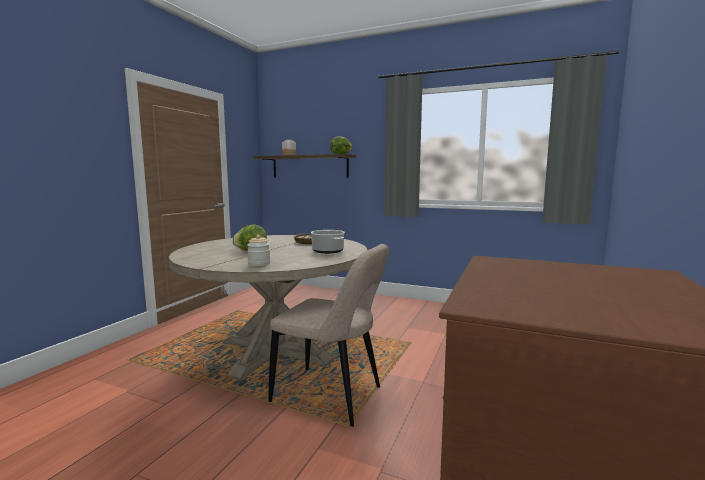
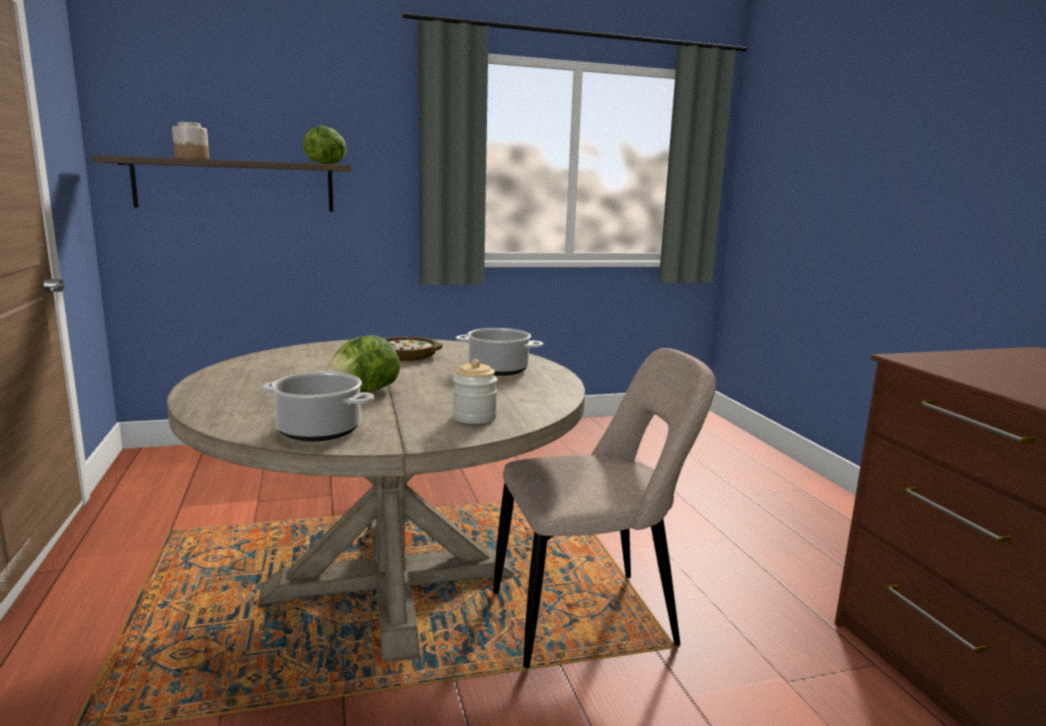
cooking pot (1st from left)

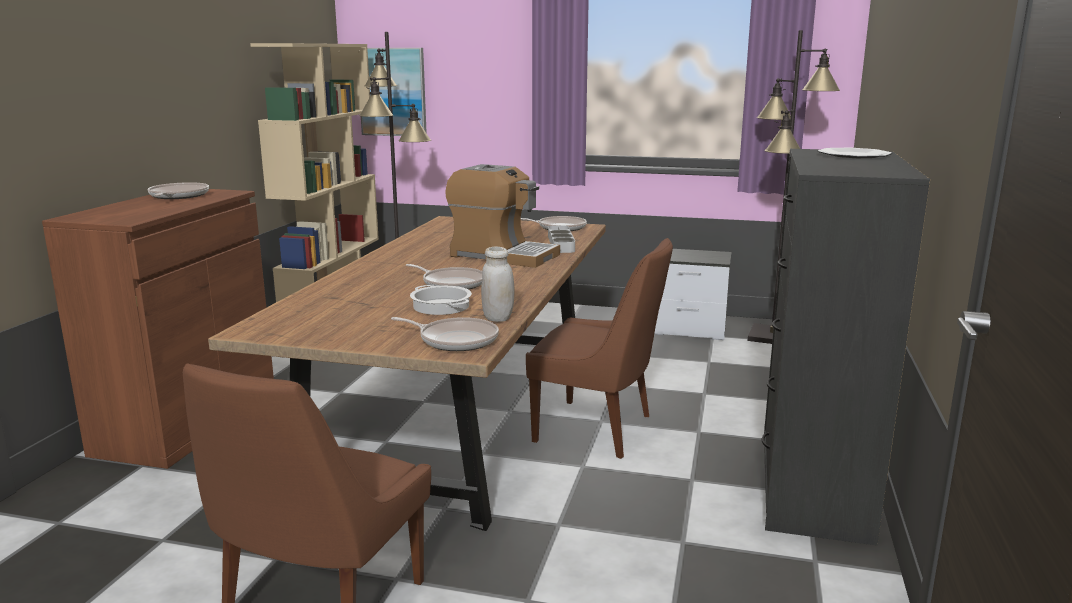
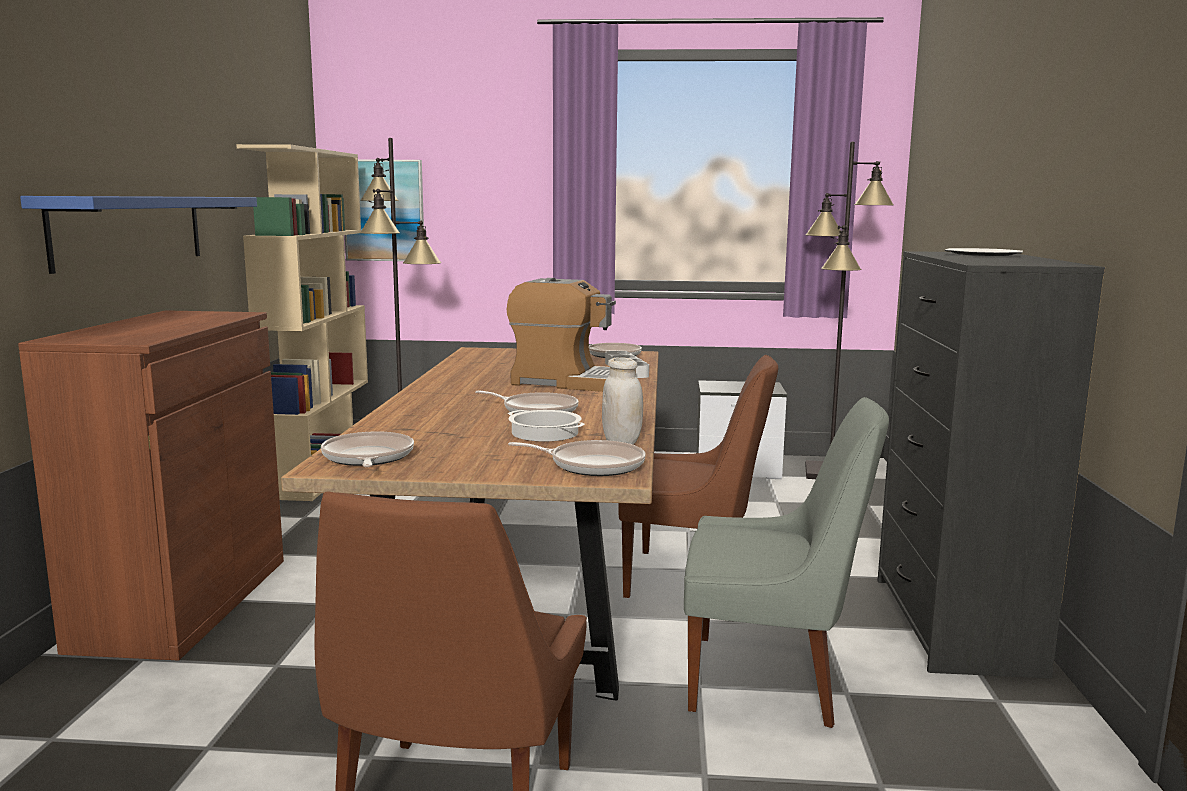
blue shelf
grey chair
frying pan (1st from left)

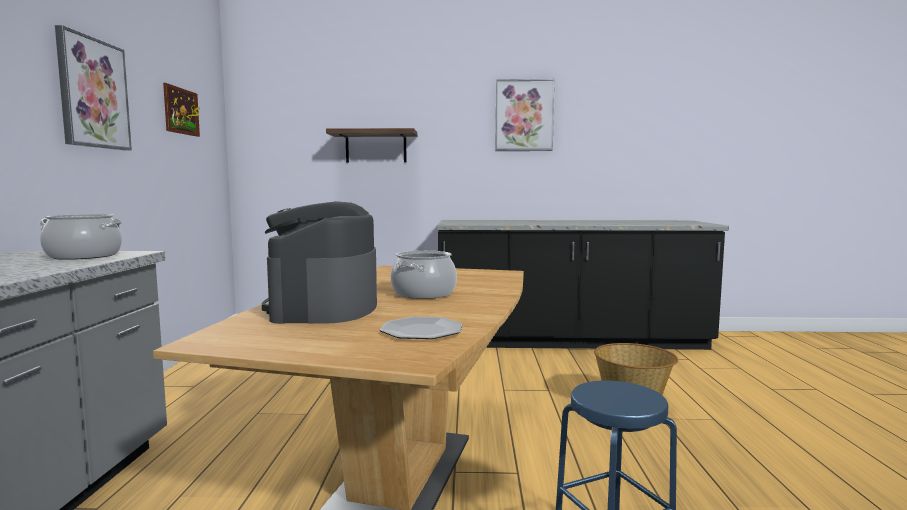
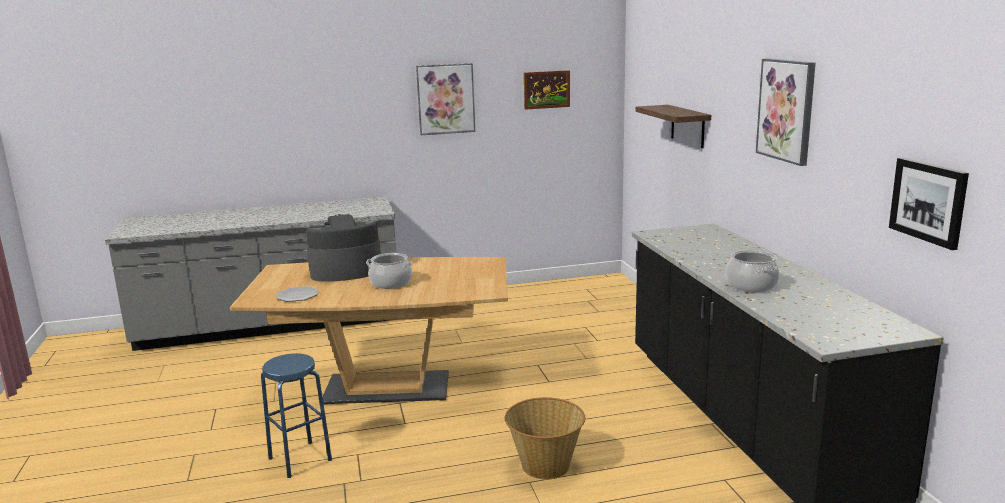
picture (4th from left)
cooking pot (2nd from left)

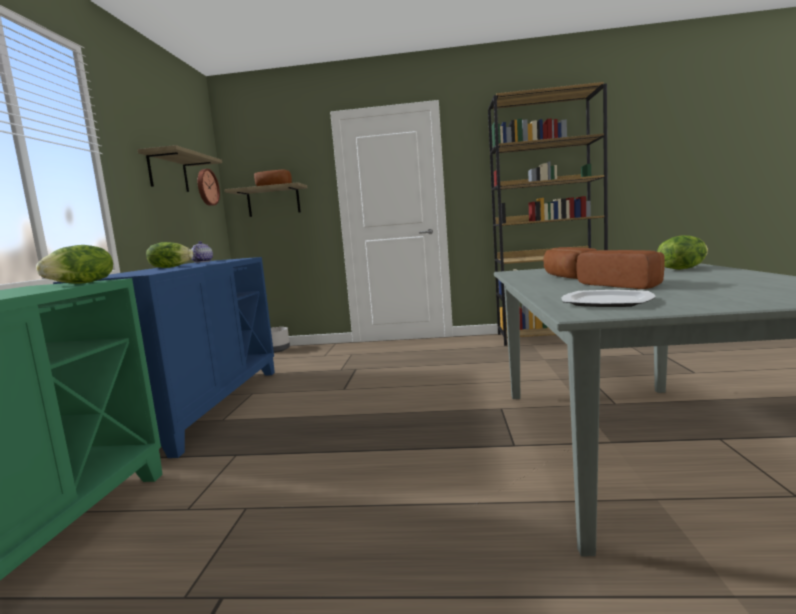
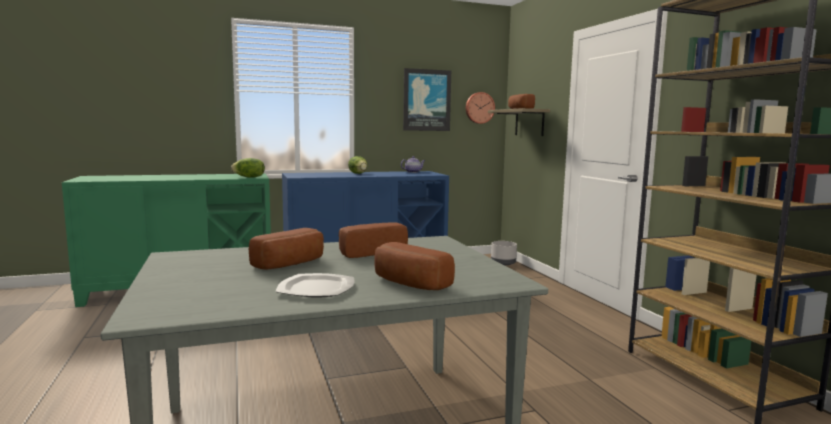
plate
picture
bread (3rd from left)

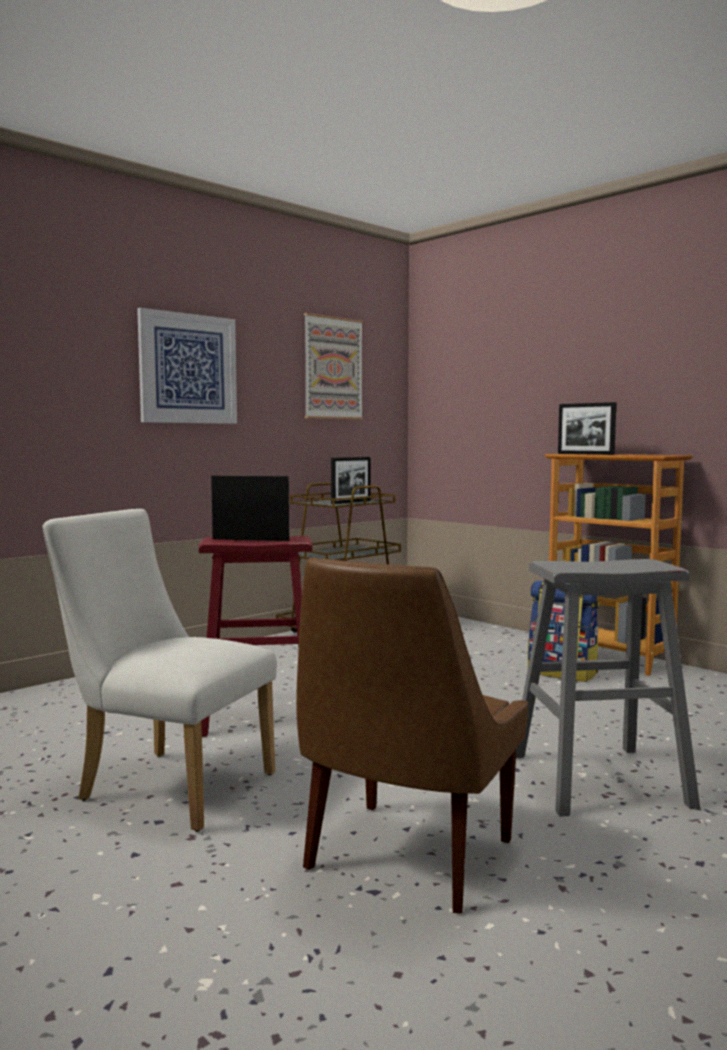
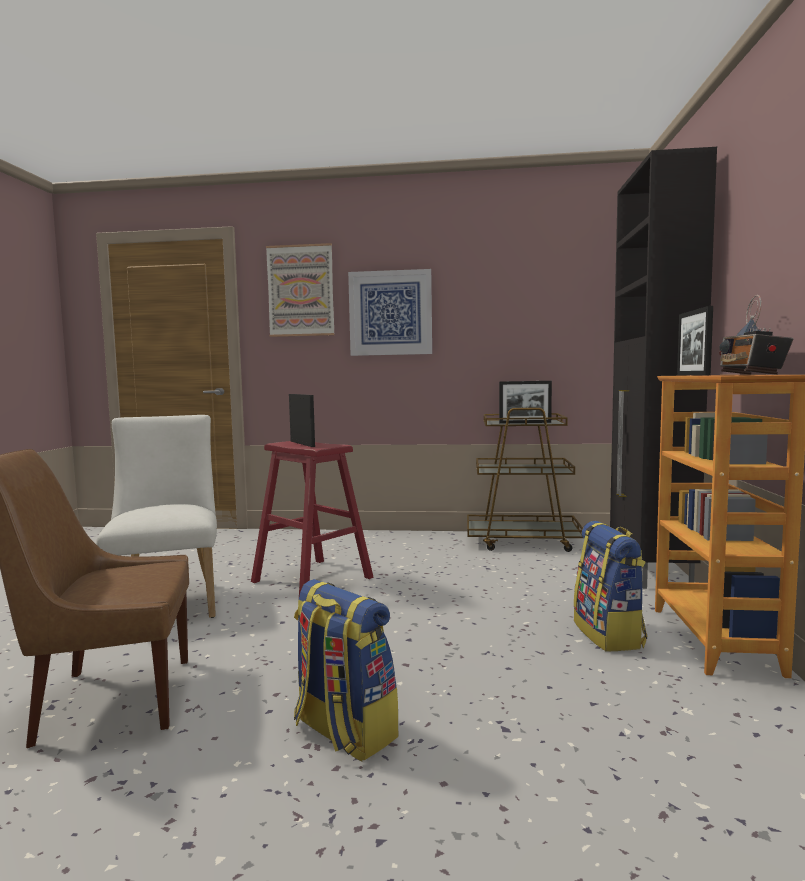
black cabinet
radio
picture (1st from left)
backpack (1st from left)

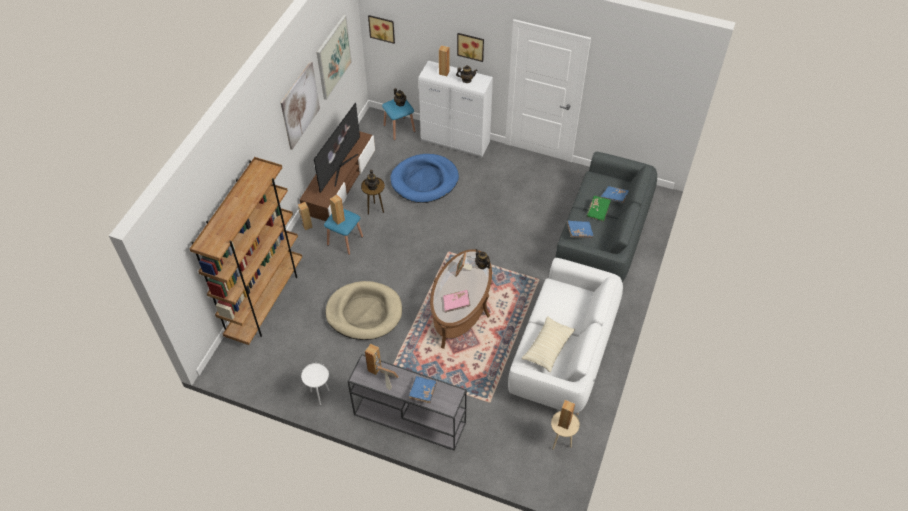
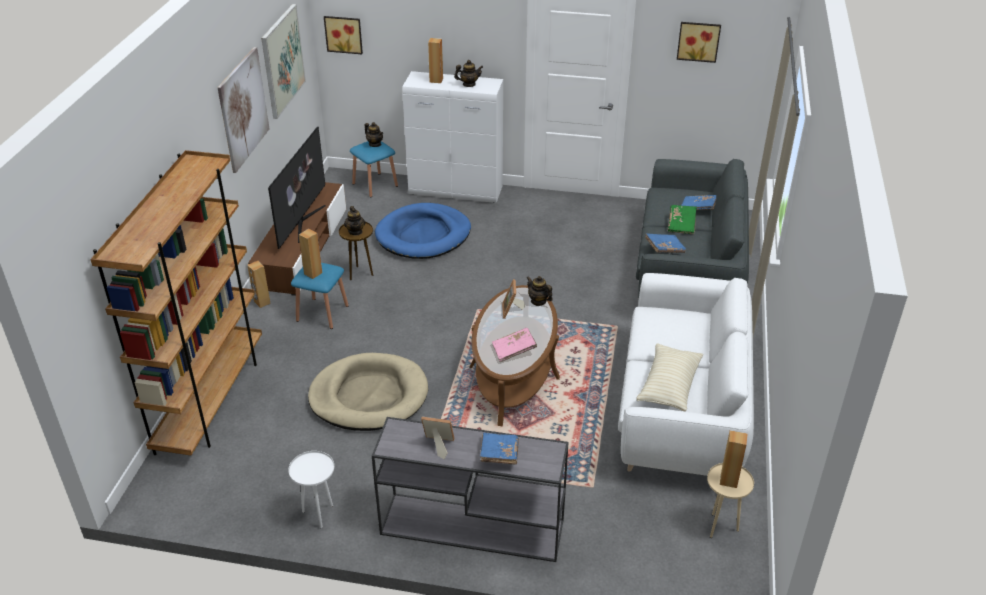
brown speaker (3rd from left in the first image)
picture (4th from left)

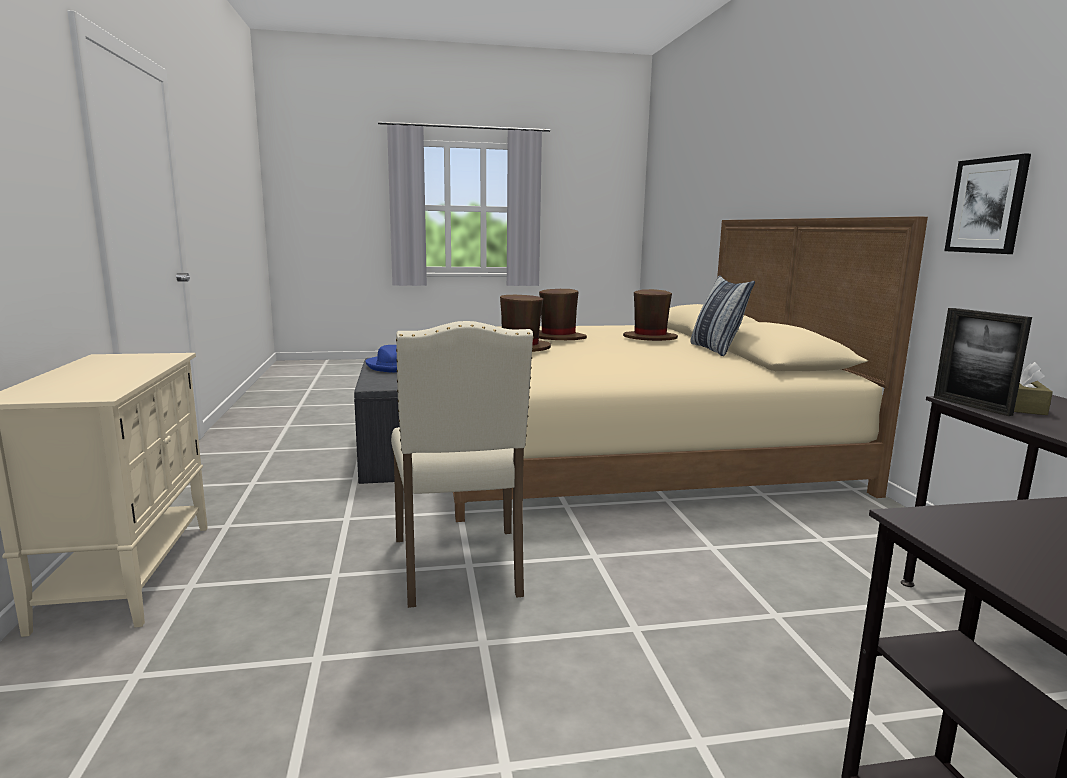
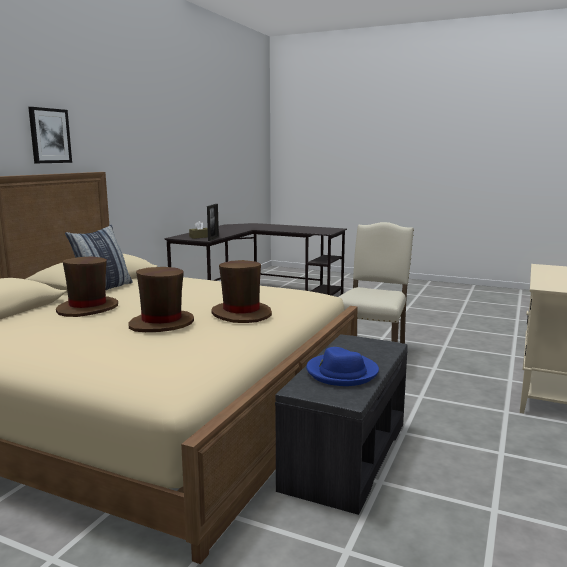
picture

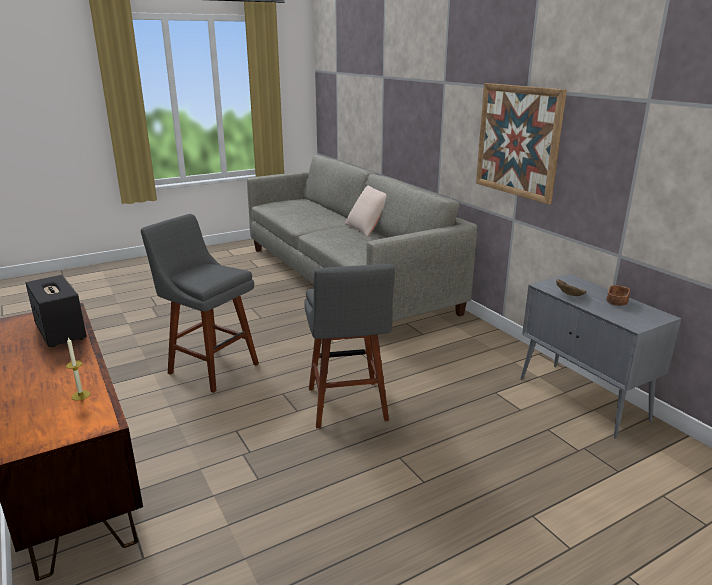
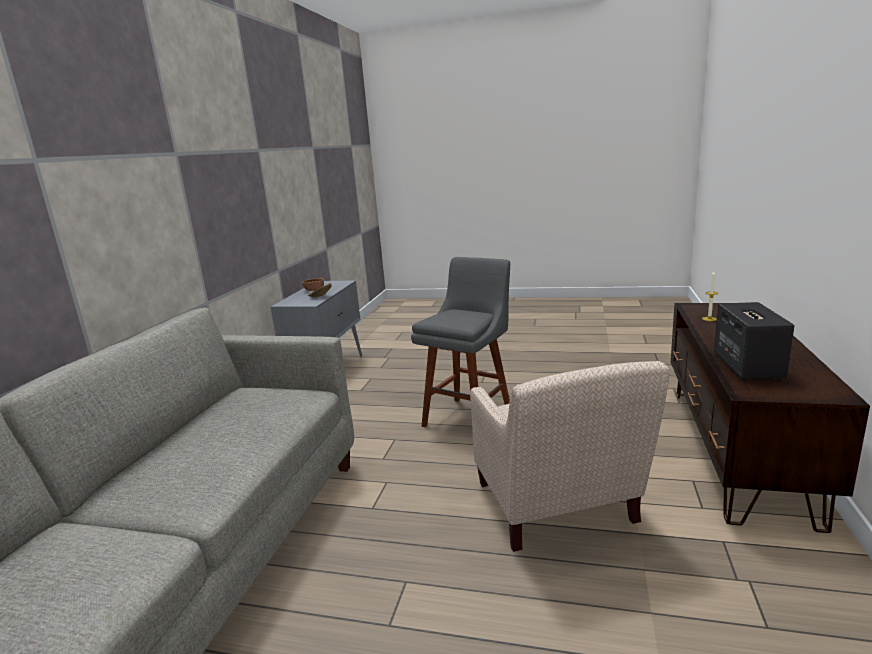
beige pillow
picture
beige armchair

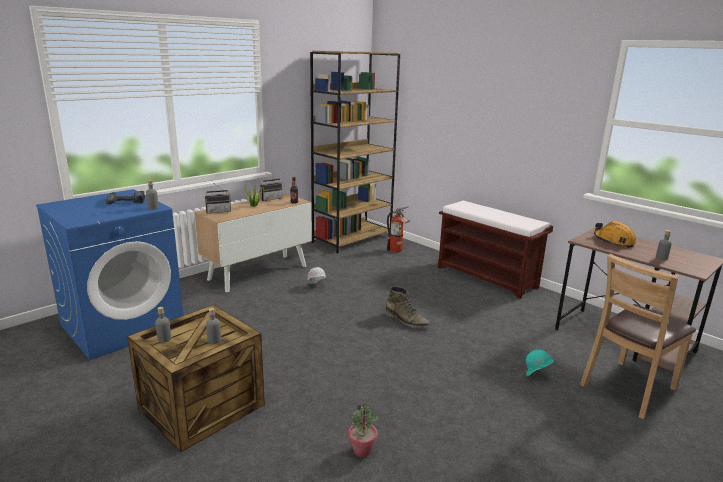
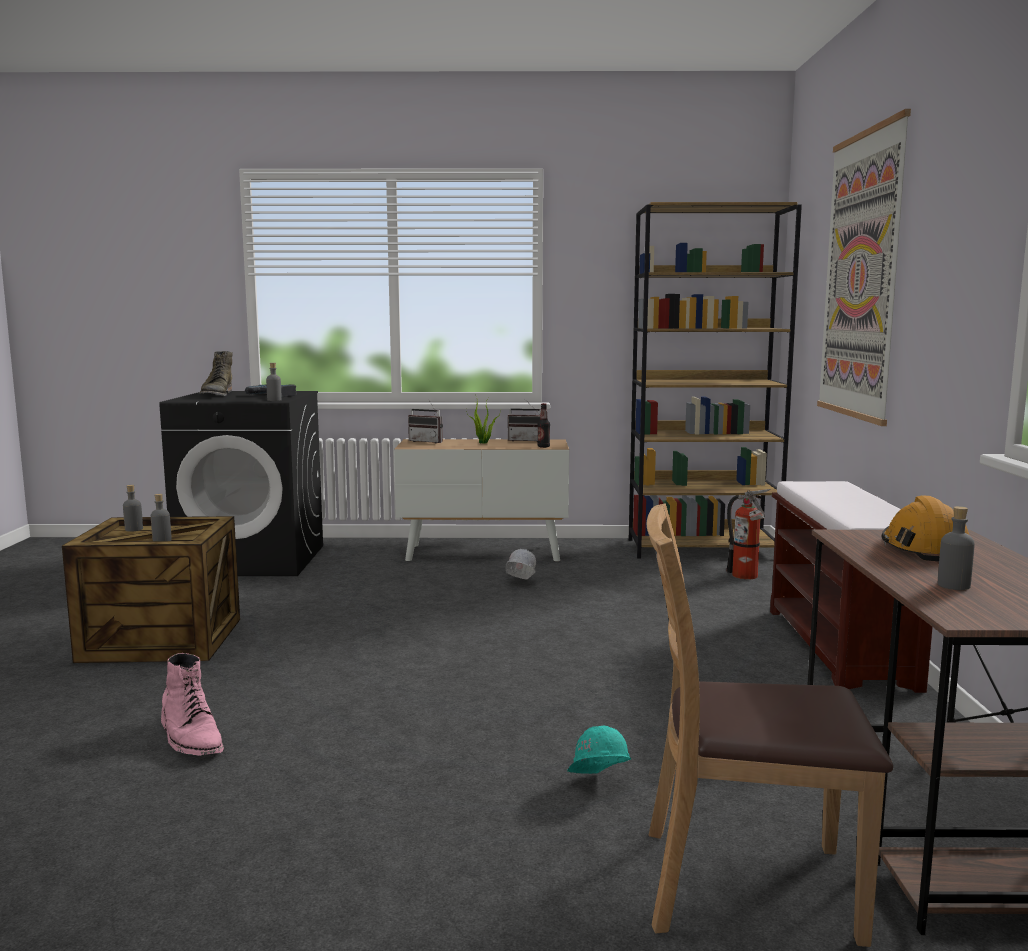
picture
green boot
pink boot
black washing machine

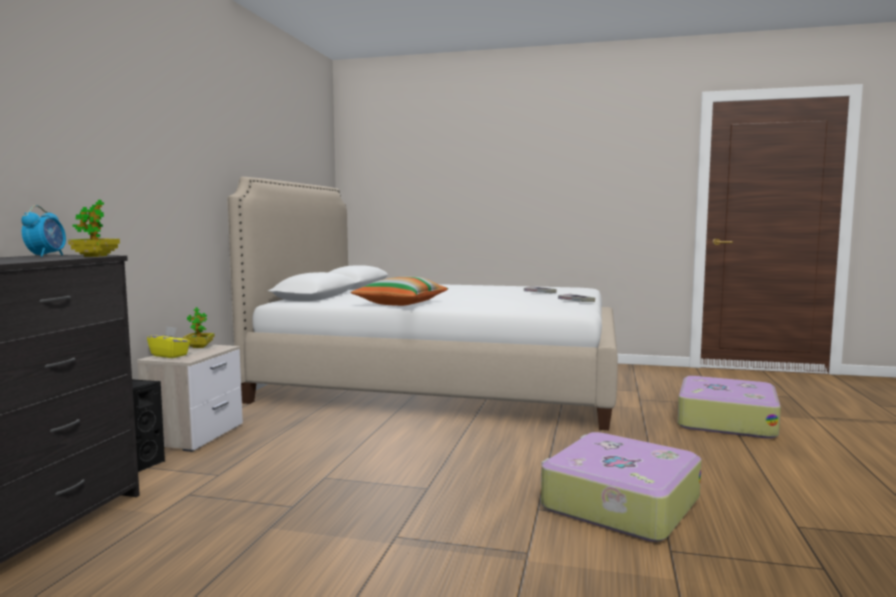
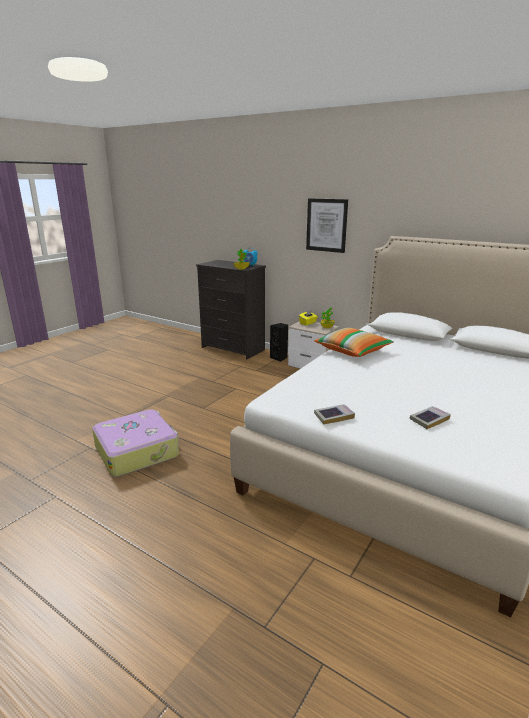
suitcase (2nd from left in the first image)
picture

